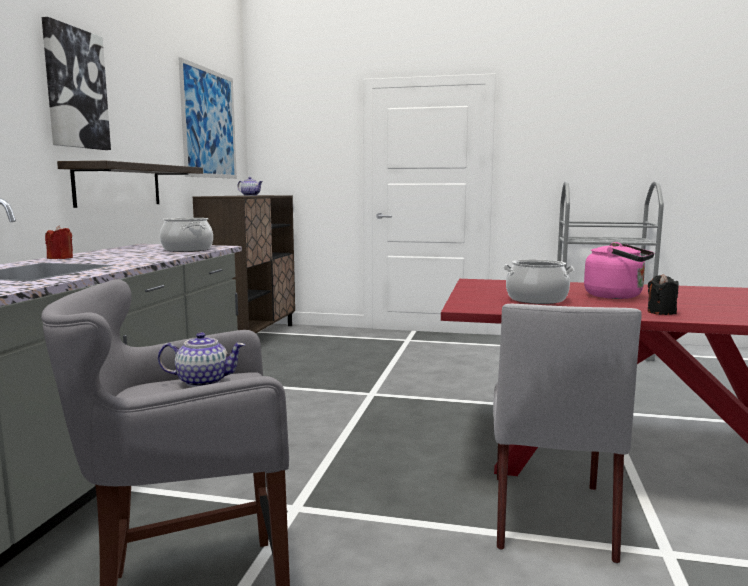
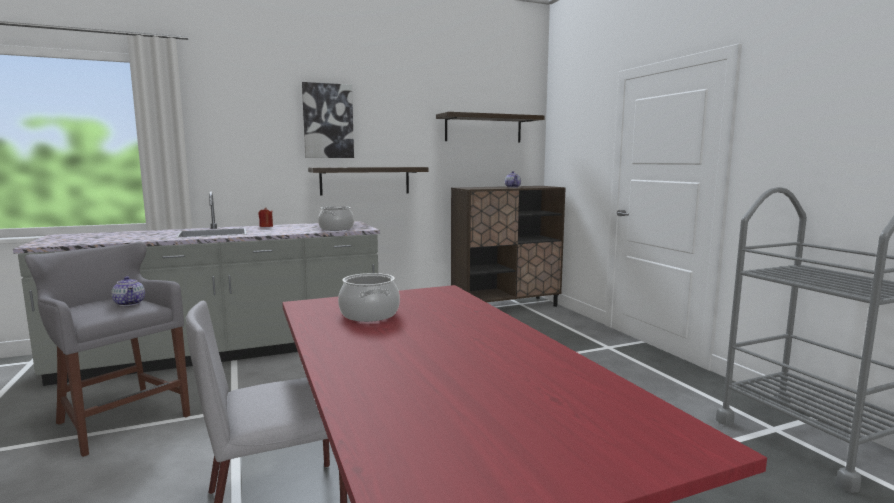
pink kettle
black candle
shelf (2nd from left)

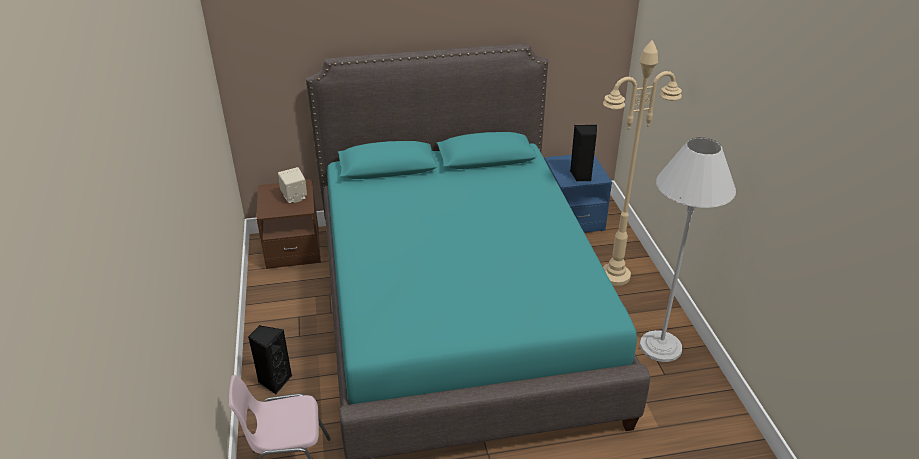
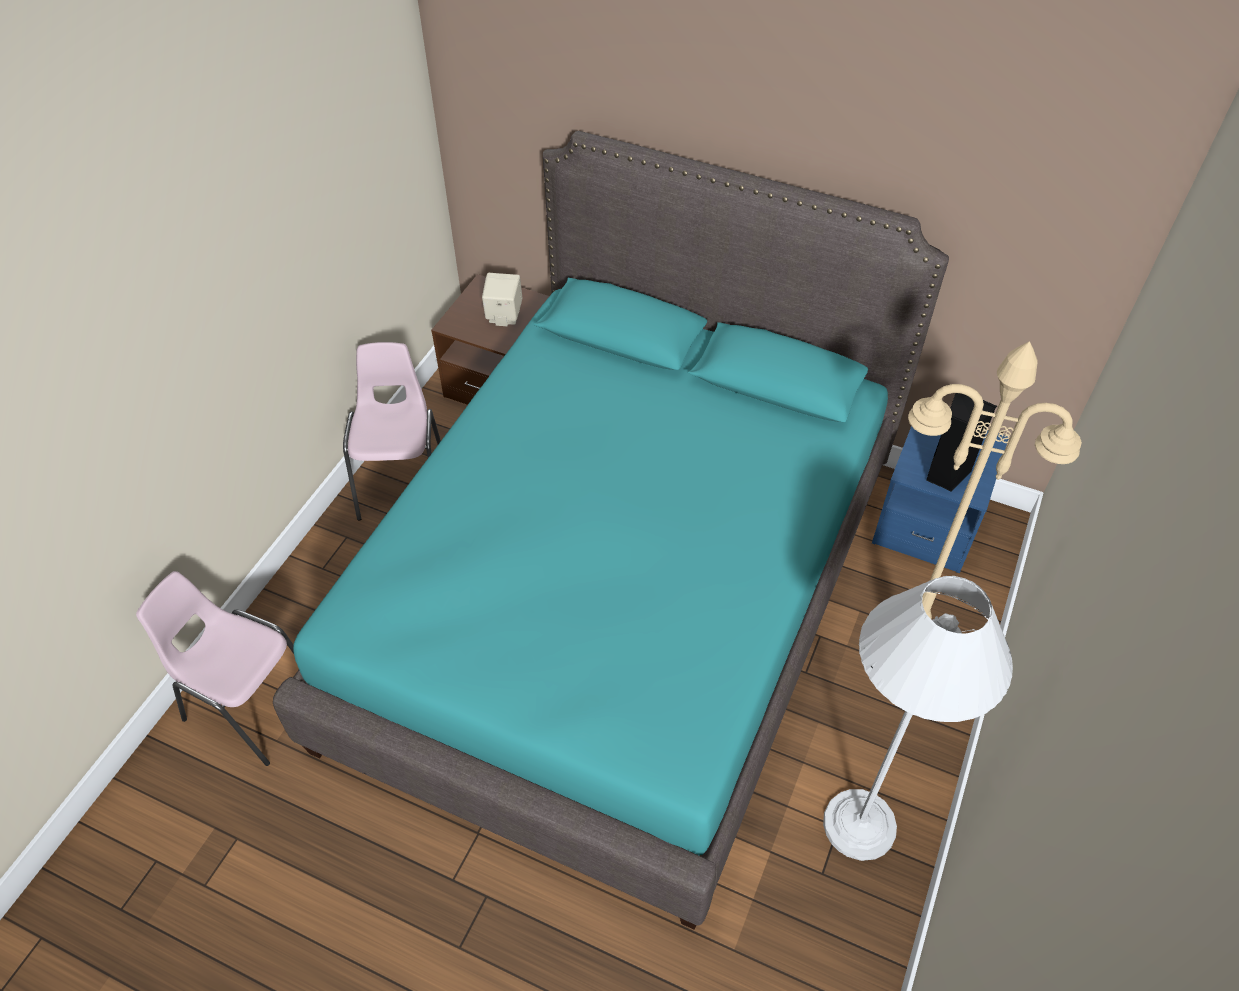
black speaker (1st from left in the first image)
pink chair (2nd from left)

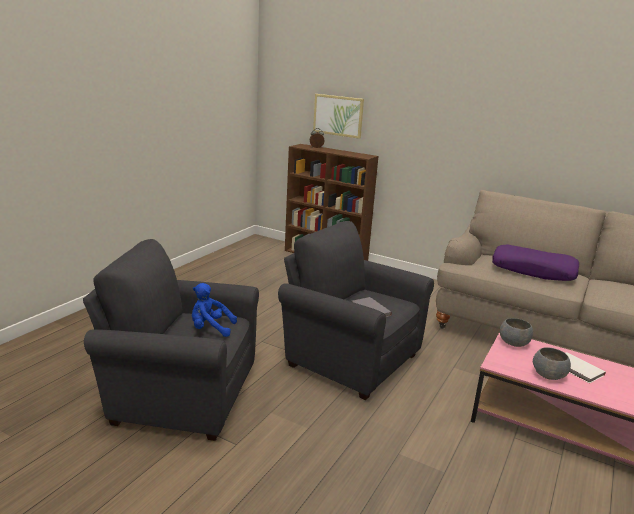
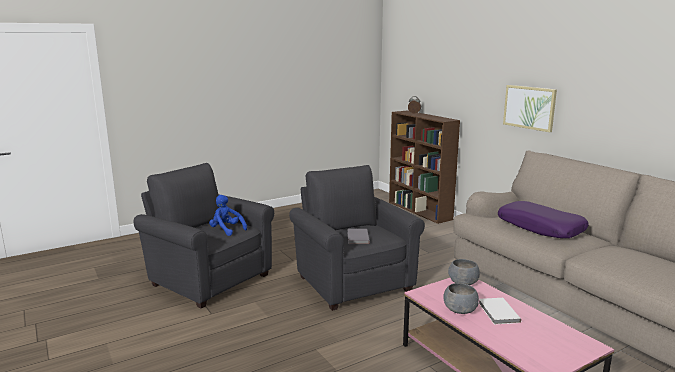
picture

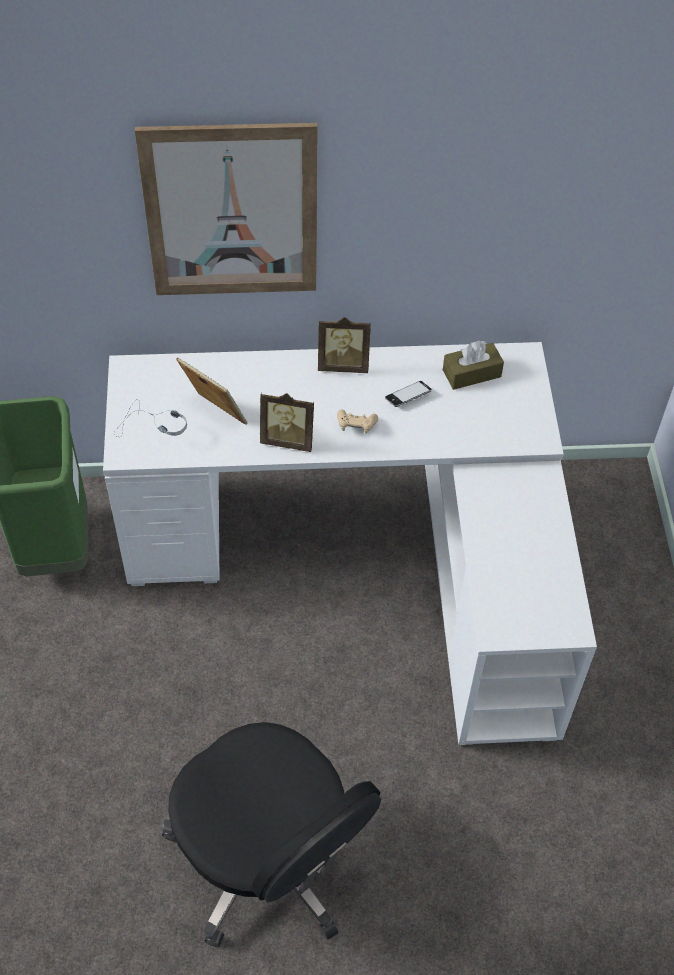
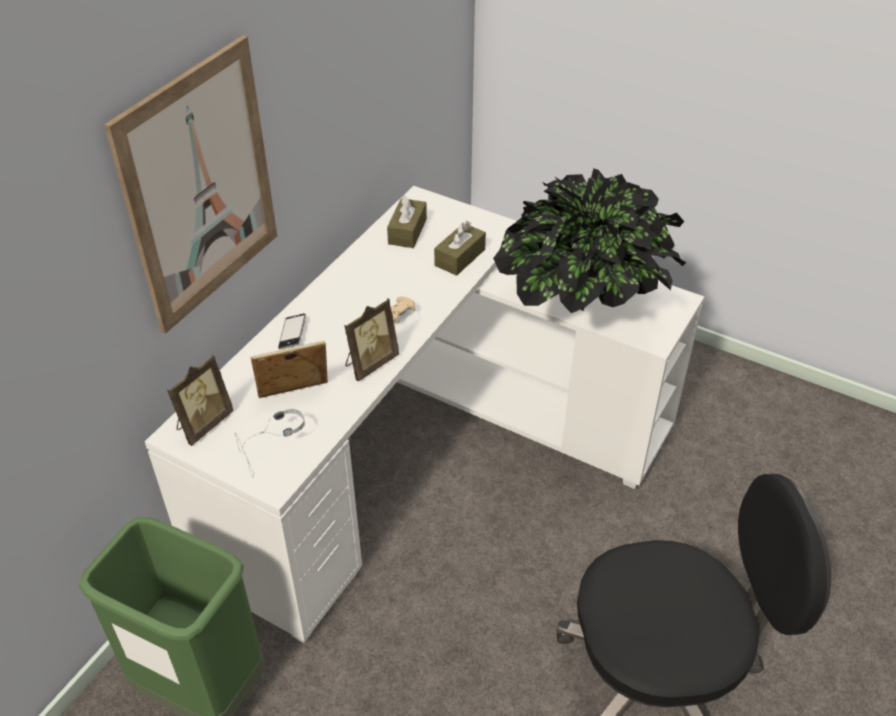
brown tissue box (2nd from left)
potted plant
picture frame (1st from left)
phone

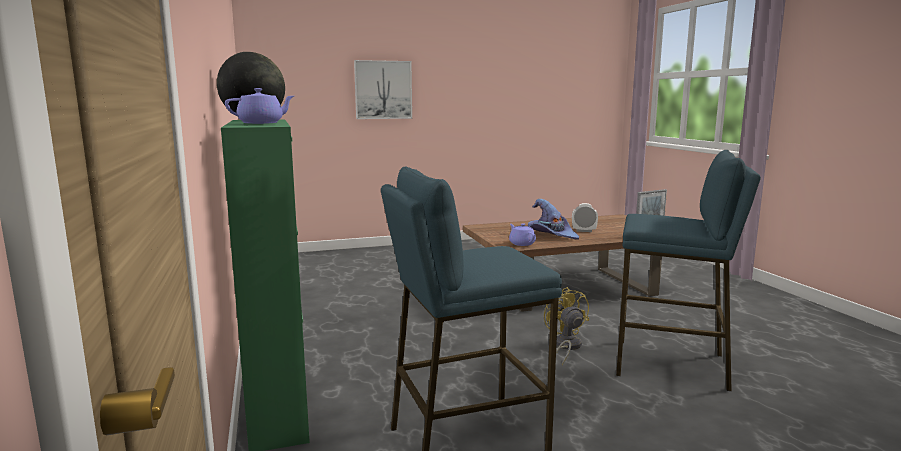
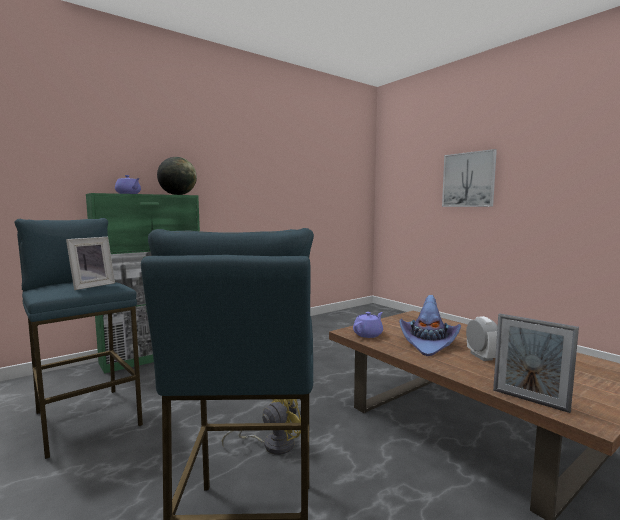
picture frame (1st from left)

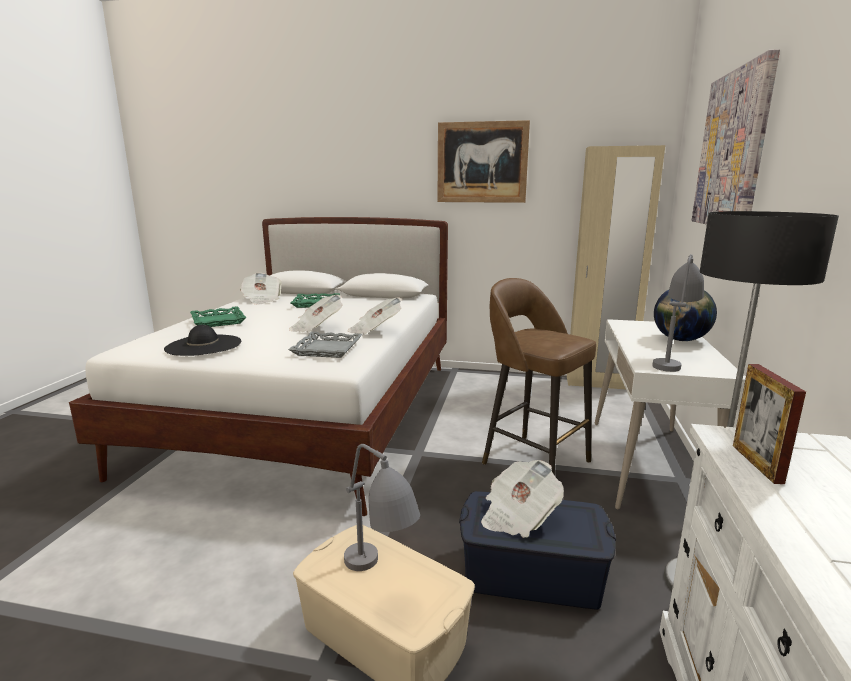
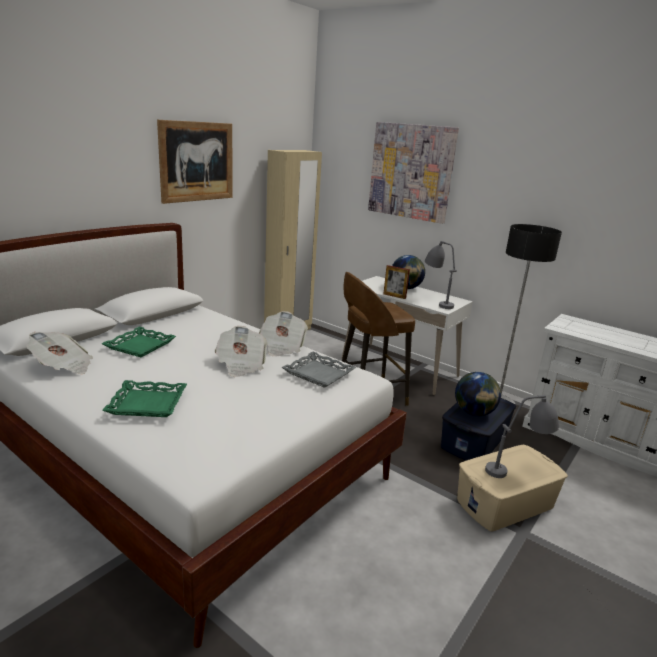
black hat
picture frame
globe (2nd from left)

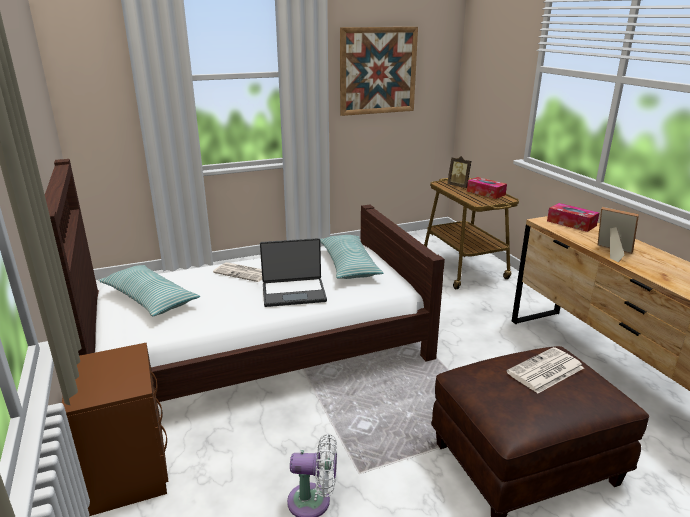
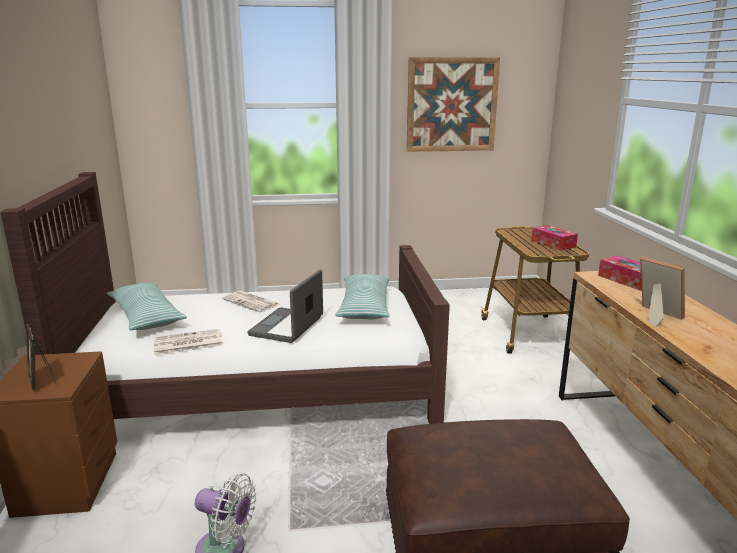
picture frame (1st from left)
newspaper (1st from left)
laptop

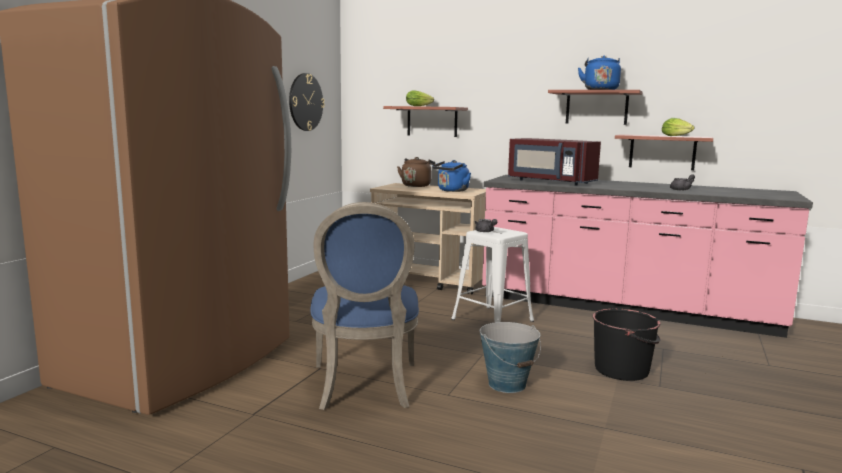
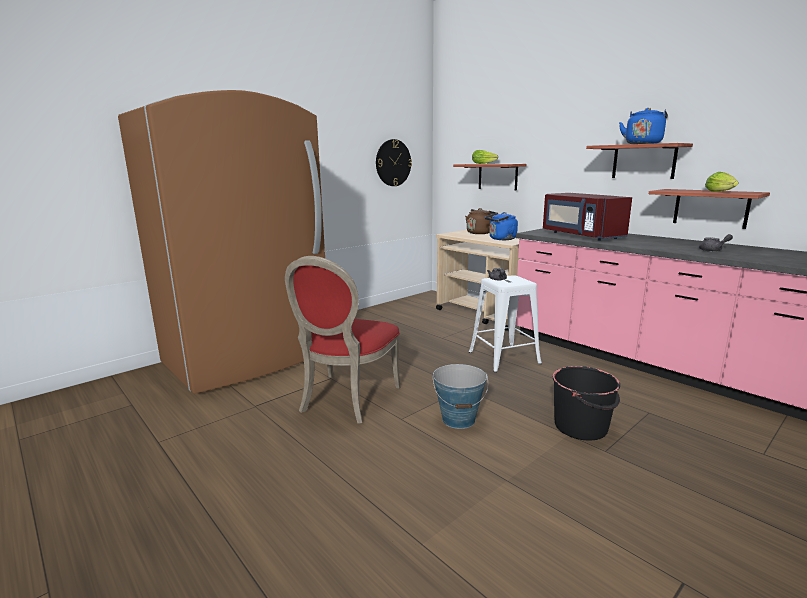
red chair

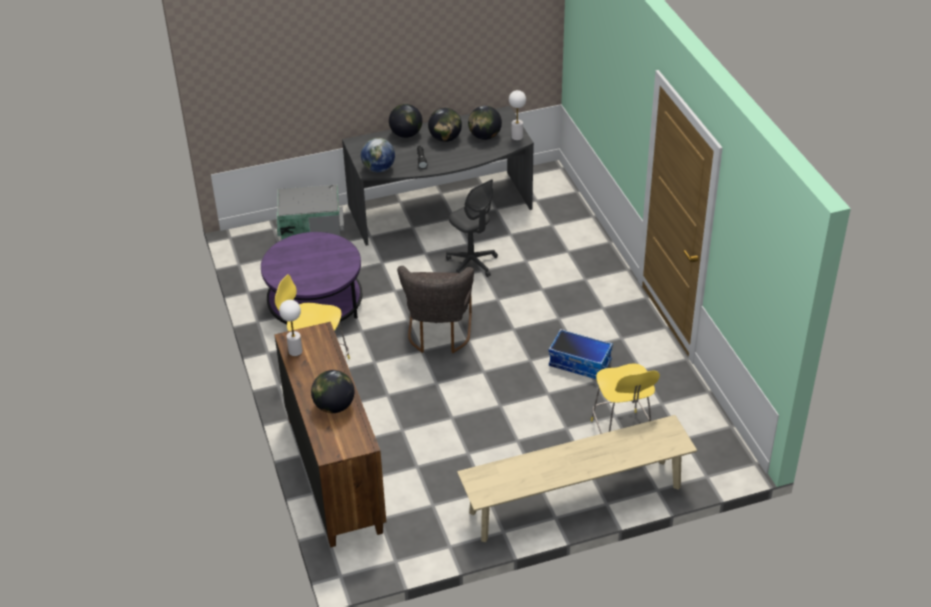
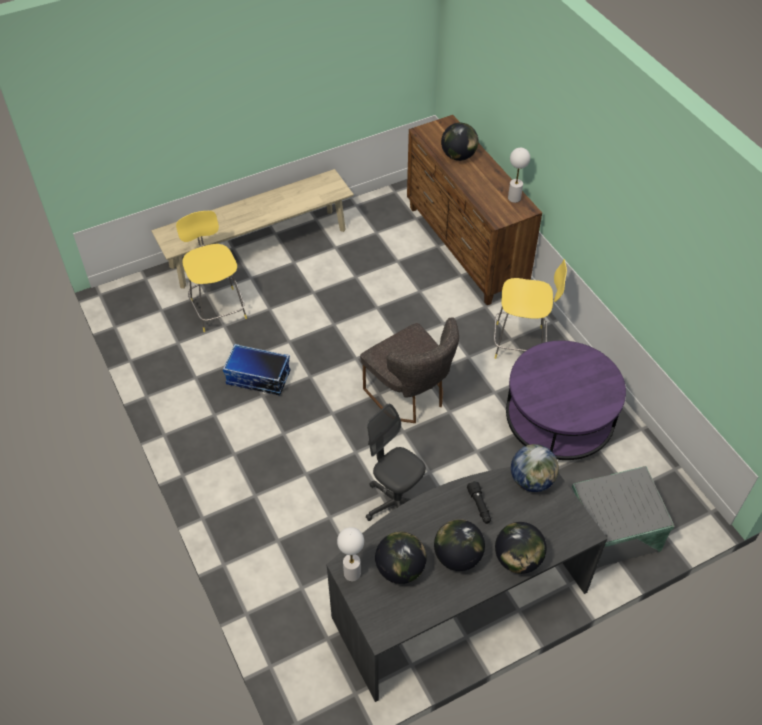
grey chair

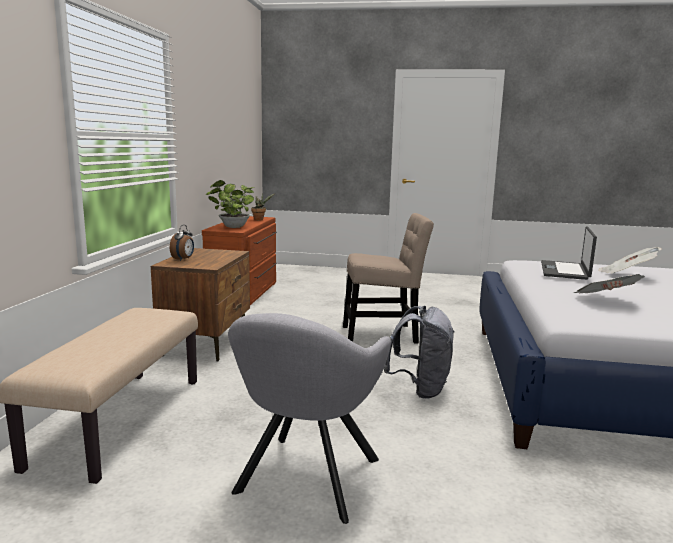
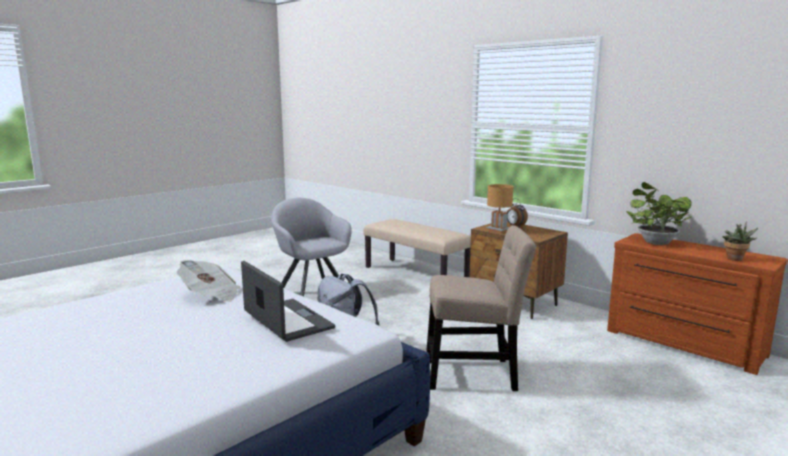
newspaper (2nd from left in the first image)
brown table lamp
beige chair

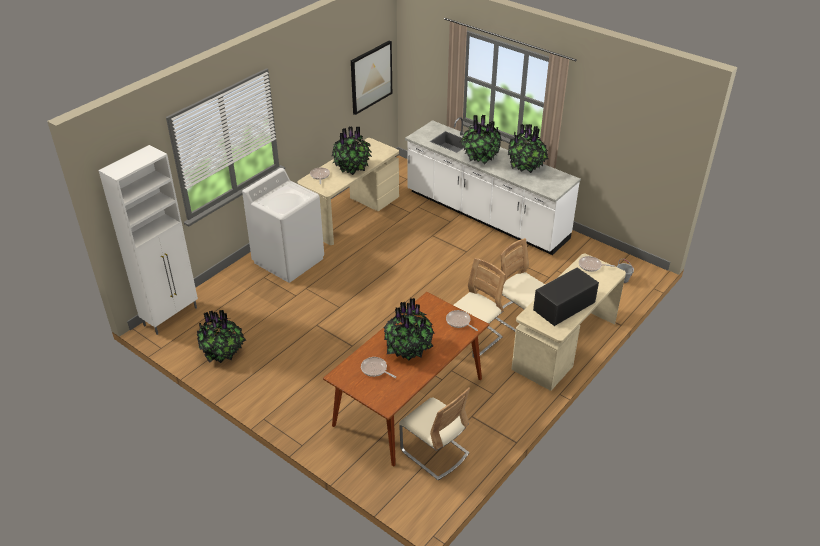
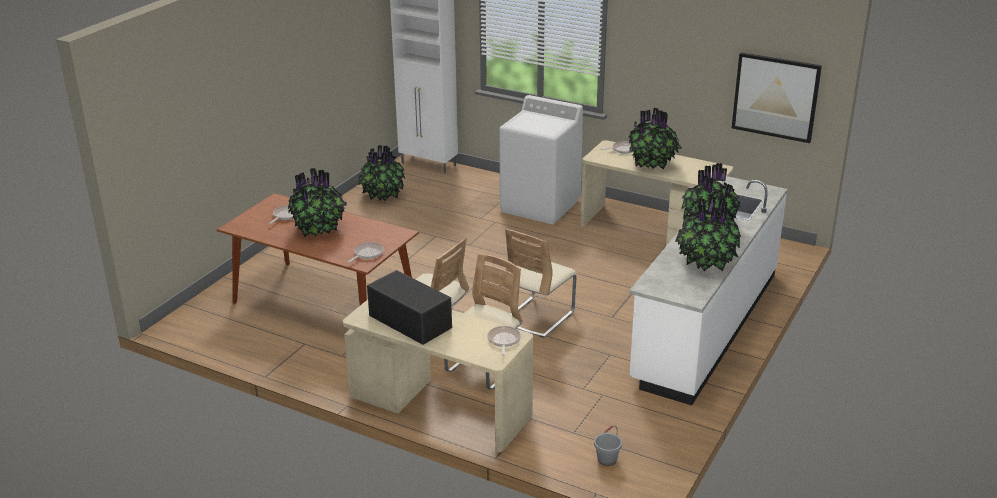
beige chair (3rd from left)

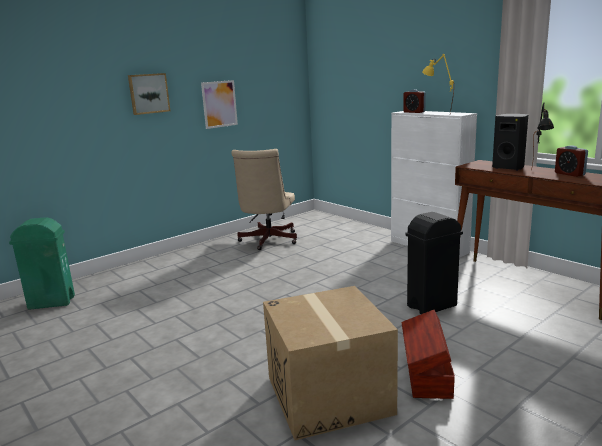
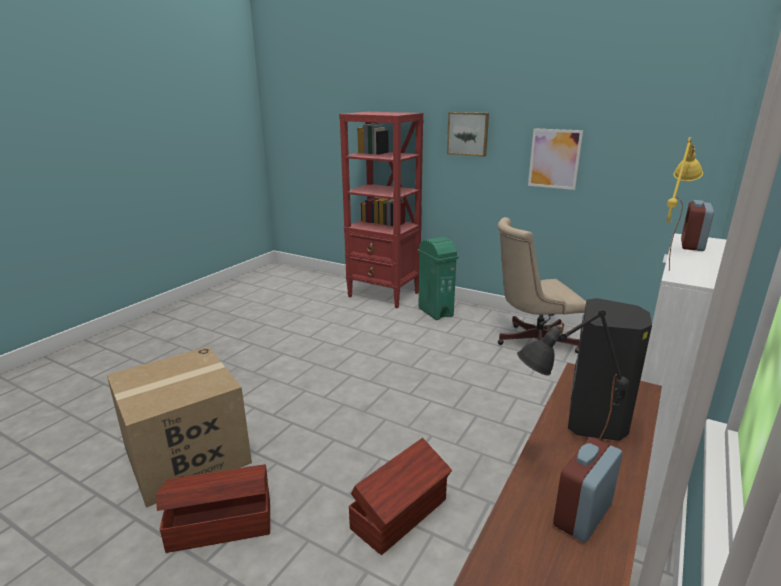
red bookcase
green trash can
brown storage box (2nd from left)

